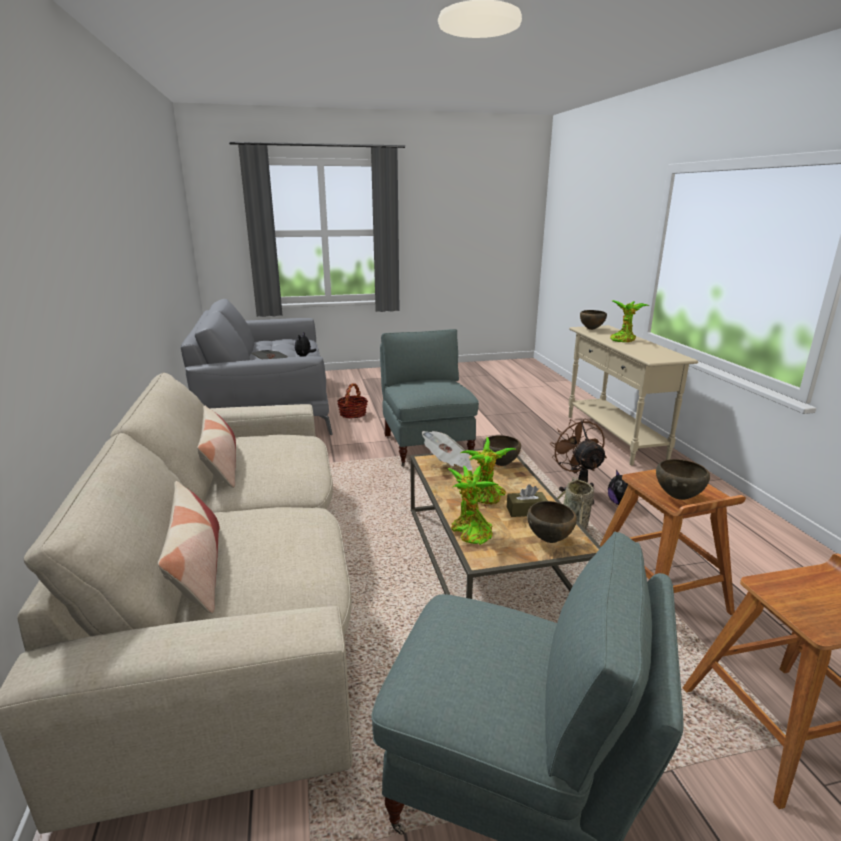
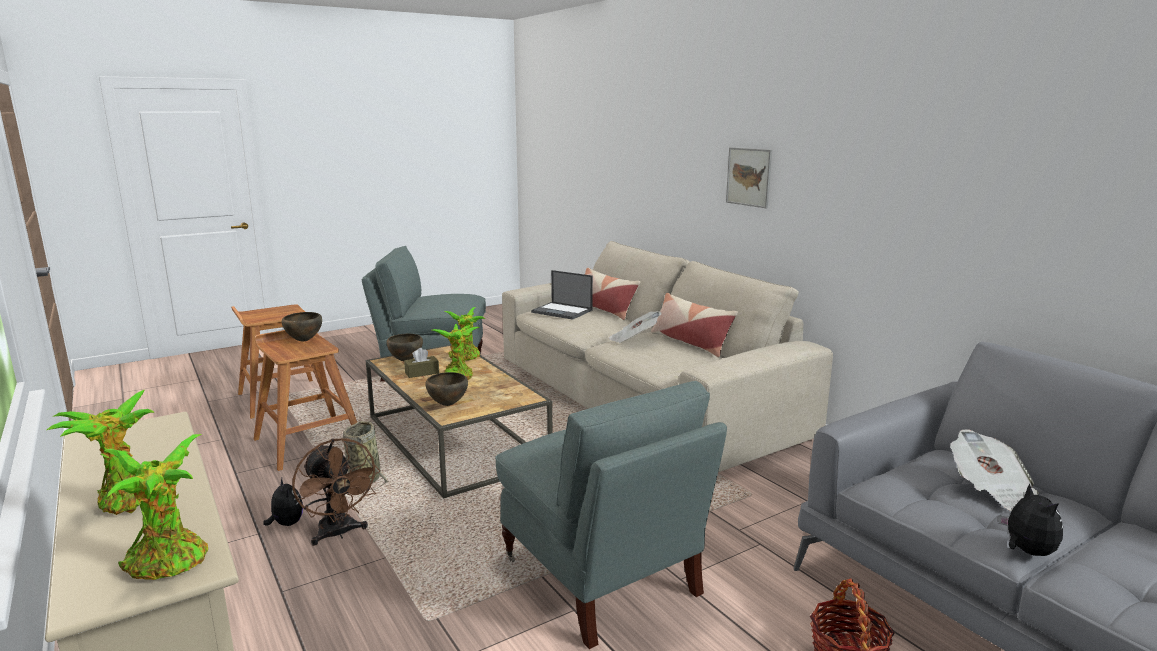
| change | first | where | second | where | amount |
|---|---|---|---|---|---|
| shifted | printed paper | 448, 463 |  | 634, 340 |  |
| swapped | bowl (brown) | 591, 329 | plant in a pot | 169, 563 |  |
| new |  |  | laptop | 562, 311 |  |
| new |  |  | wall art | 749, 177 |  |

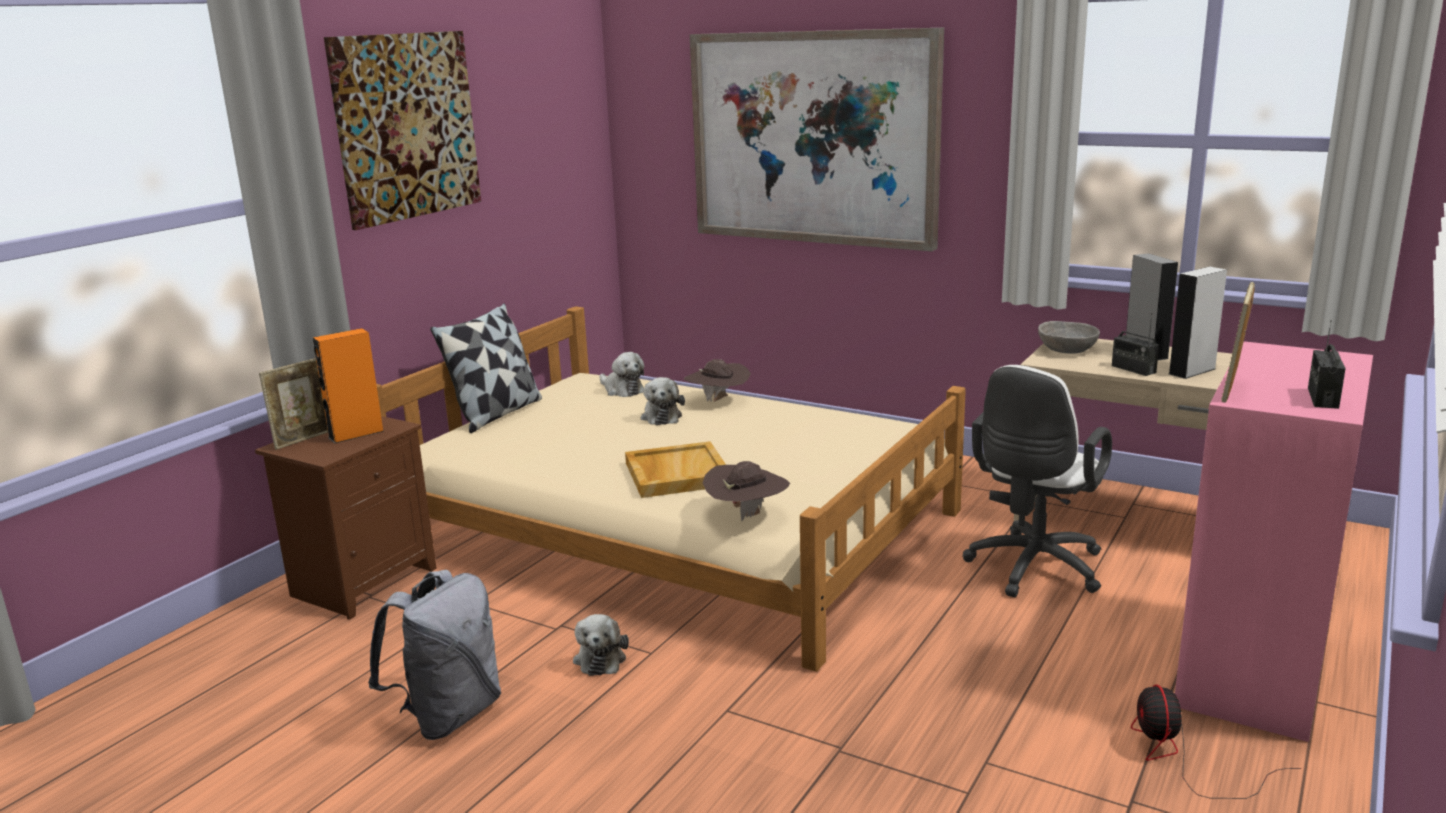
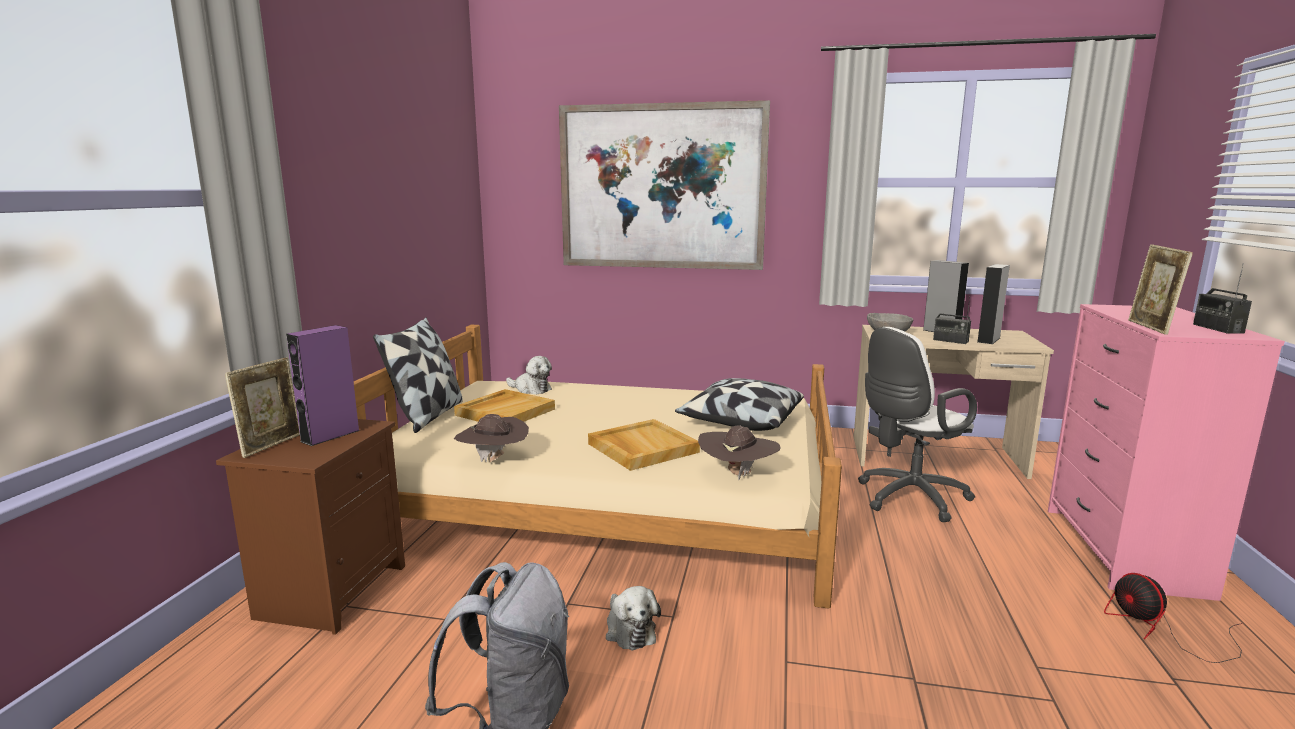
| change | first | where | second | where | amount |
|---|---|---|---|---|---|
| repainted | audio speaker (orange) | 356, 434 | audio speaker (purplish) | 330, 436 |  |
| gone | wall art | 406, 126 |  |  |  |
| gone | plush toy | 661, 416 |  |  |  |
| shifted | wearable hat (brown) | 718, 402 |  | 494, 461 |  |
| rotated | computer chair (white) | 1032, 570 |  | 907, 498 | 45 degrees clockwise |
| new |  |  | carrying tray (beige-coloured) | 505, 412 |  |
| new |  |  | cushion | 740, 422 |  |

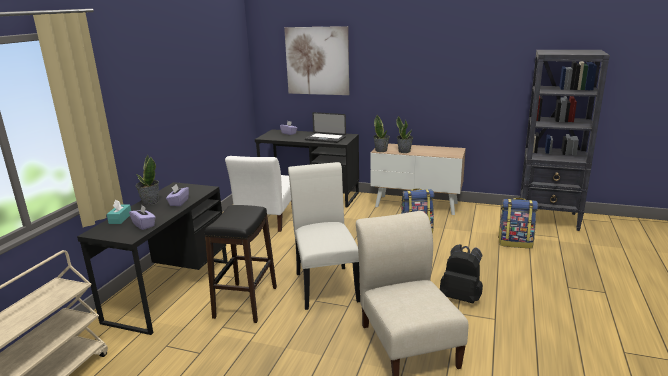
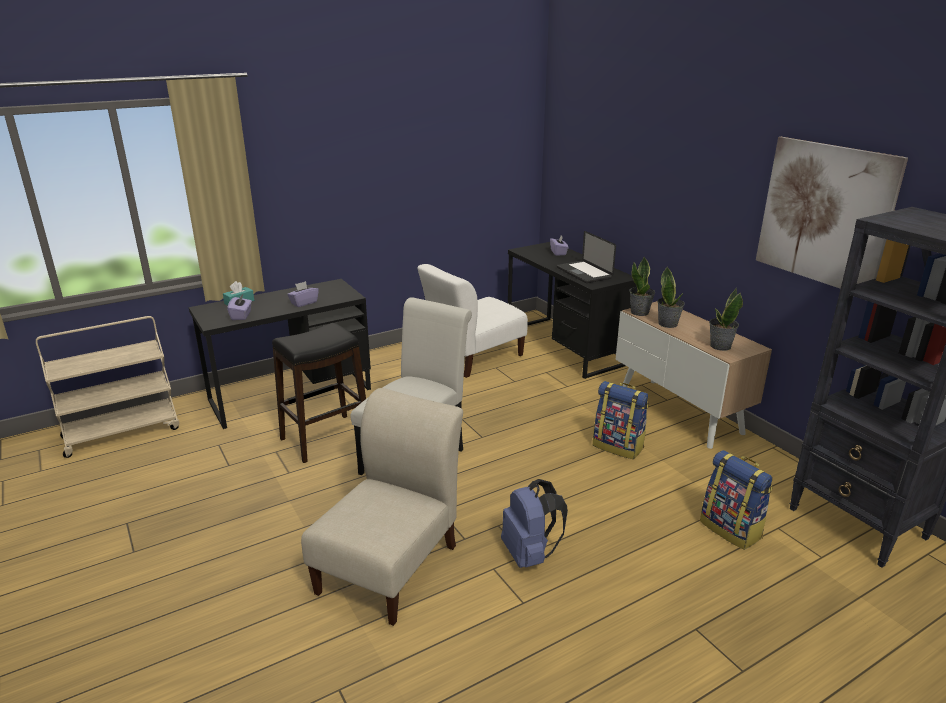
| change | first | where | second | where | amount |
|---|---|---|---|---|---|
| shifted | plant in a pot | 150, 202 |  | 720, 346 |  |
| shifted | wall art | 317, 61 |  | 824, 214 |  |
| repainted | rucksack (black) | 461, 297 | rucksack (bluish) | 530, 554 |  |

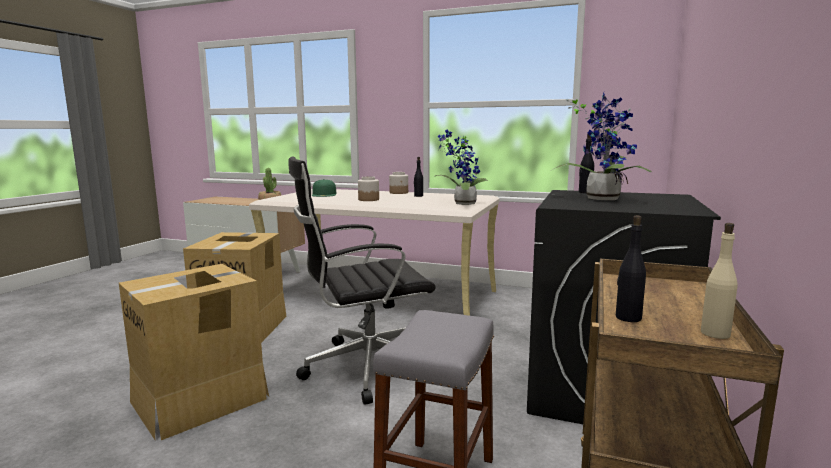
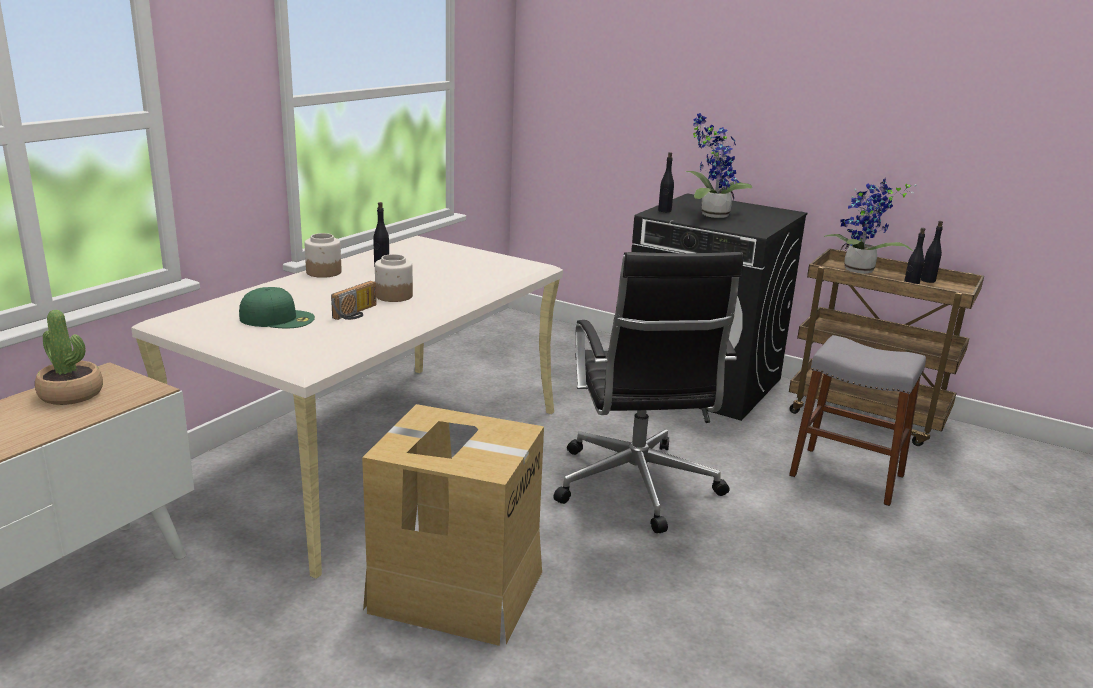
| change | first | where | second | where | amount |
|---|---|---|---|---|---|
| gone | packing box | 201, 399 |  |  |  |
| shifted | plant in a pot | 462, 204 |  | 859, 271 |  |
| repainted | drink bottle (beige-coloured) | 715, 333 | drink bottle (black) | 927, 280 |  |
| new |  |  | radio | 357, 313 |  |

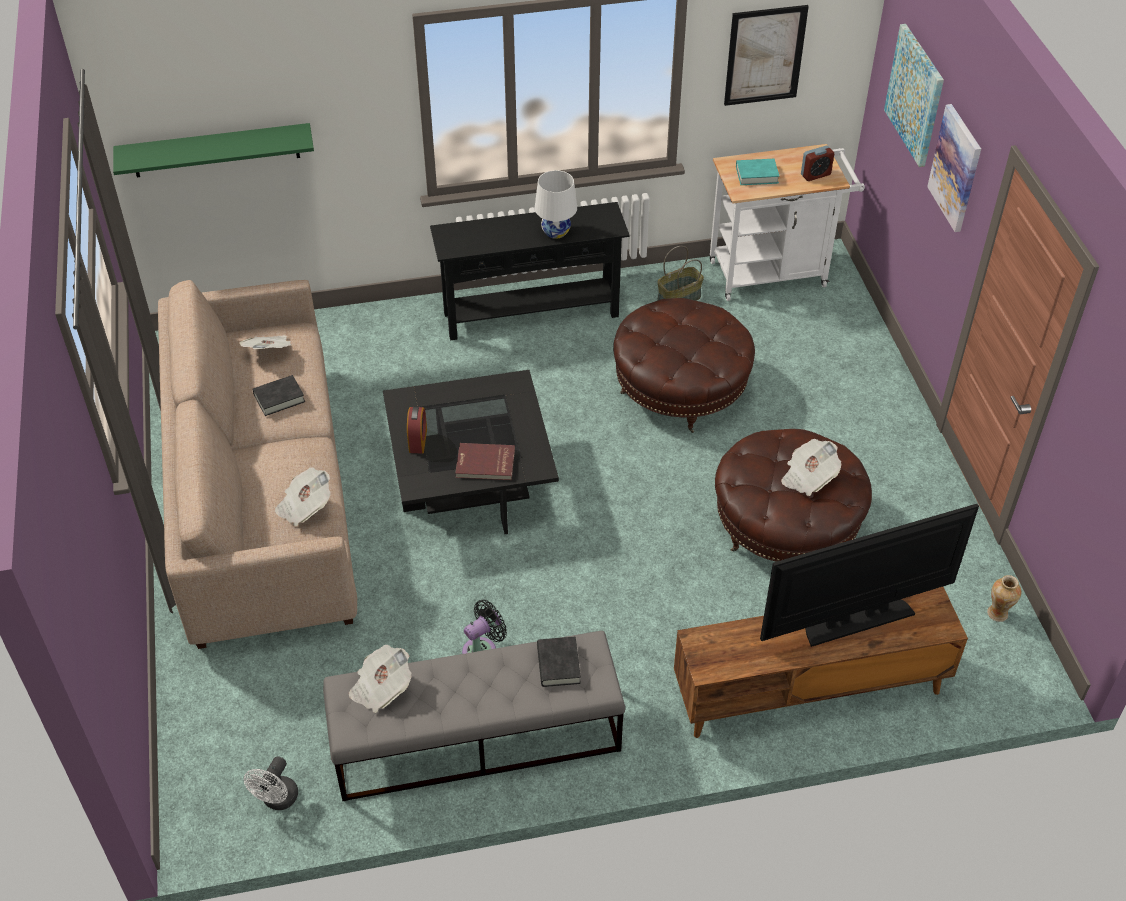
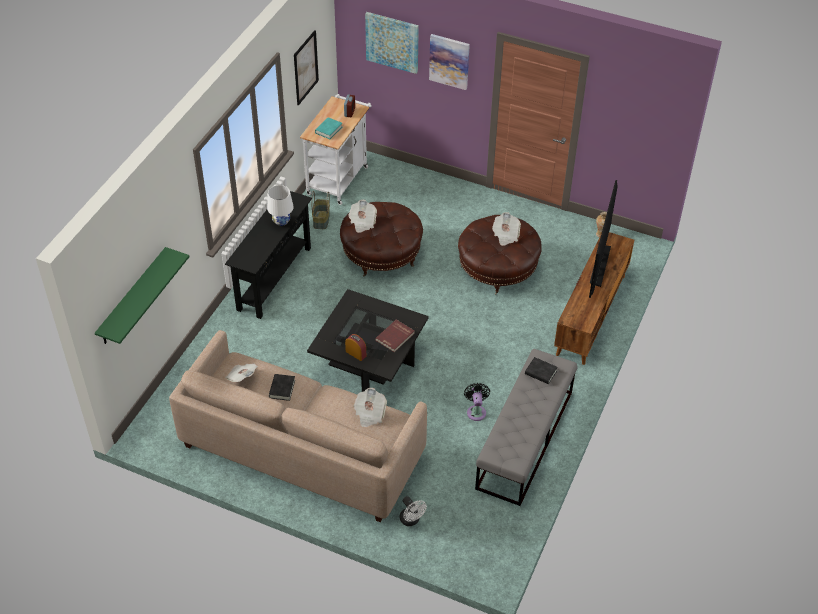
| change | first | where | second | where | amount |
|---|---|---|---|---|---|
| shifted | electric fan (white) | 277, 800 |  | 411, 520 |  |
| shifted | printed paper | 381, 688 |  | 362, 222 |  |

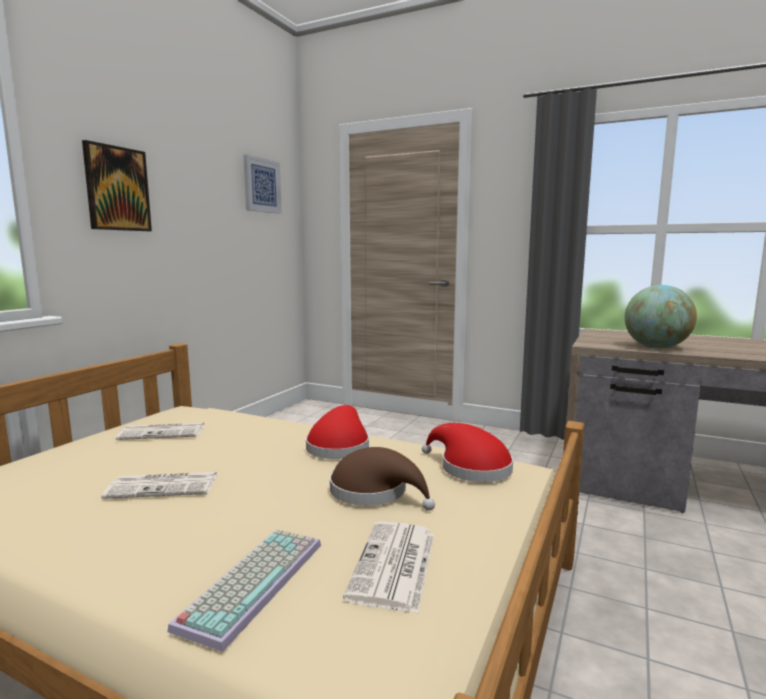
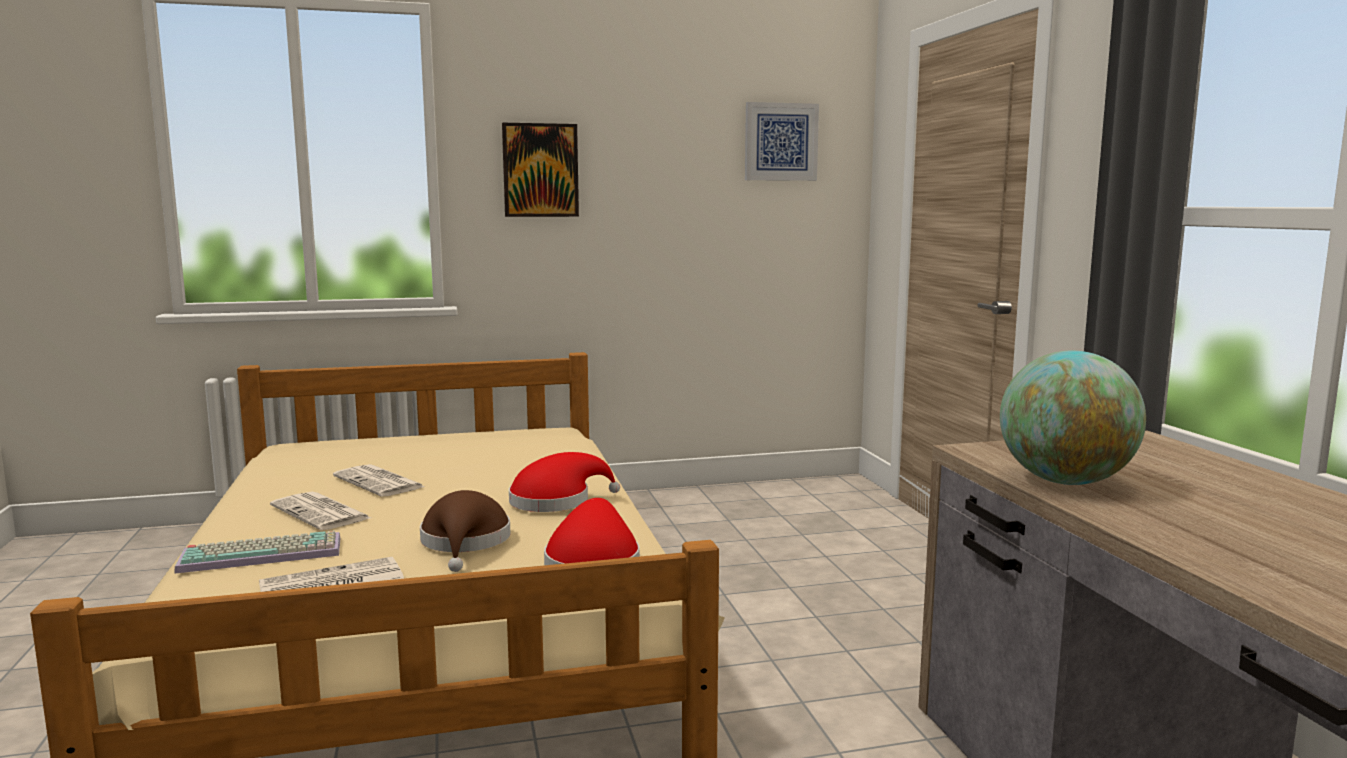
| change | first | where | second | where | amount |
|---|---|---|---|---|---|
| shifted | printed paper | 164, 432 |  | 322, 513 |  |

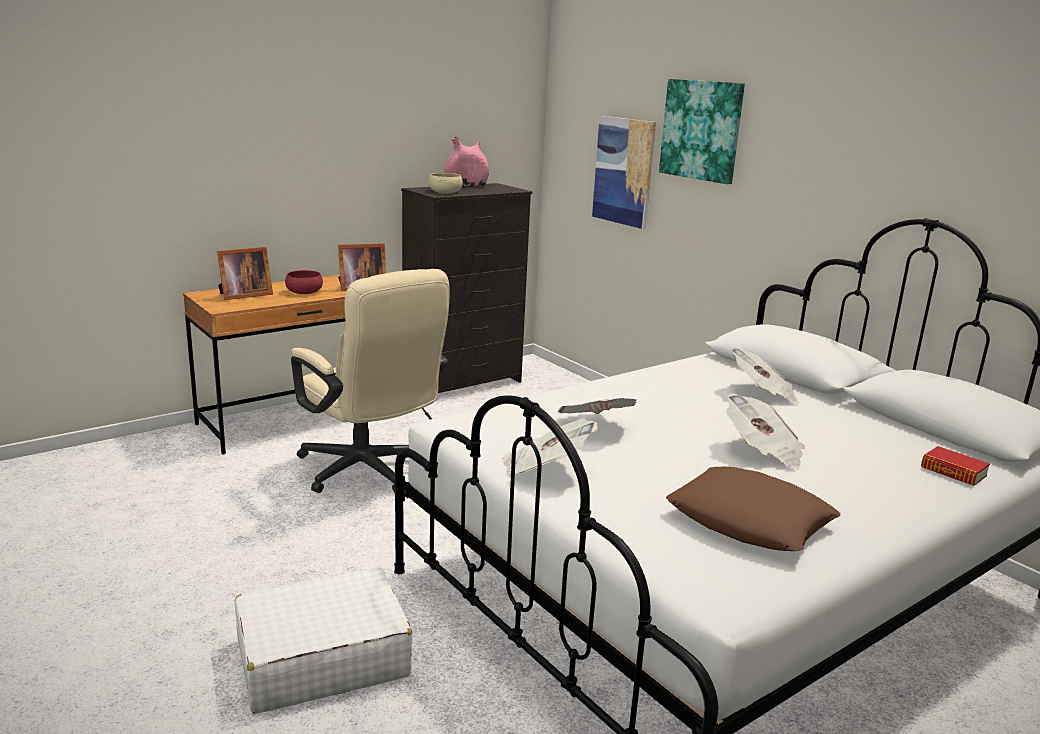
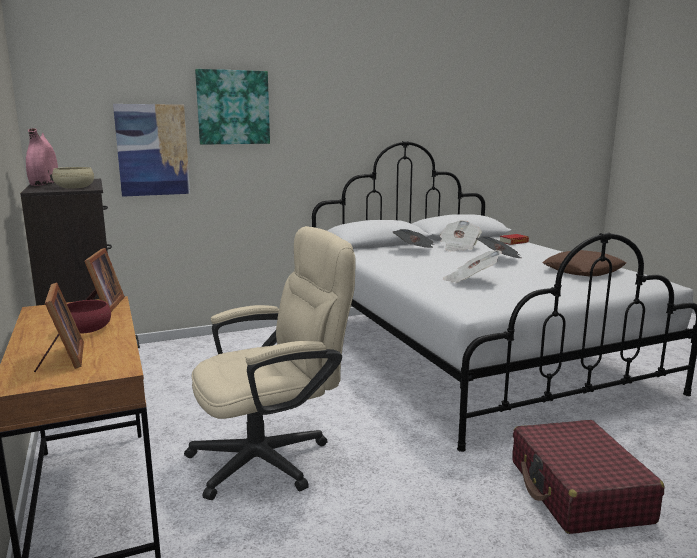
| change | first | where | second | where | amount |
|---|---|---|---|---|---|
| repainted | travel case (white) | 322, 658 | travel case (red-coloured) | 578, 491 |  |
| shifted | printed paper | 545, 469 |  | 458, 247 |  |

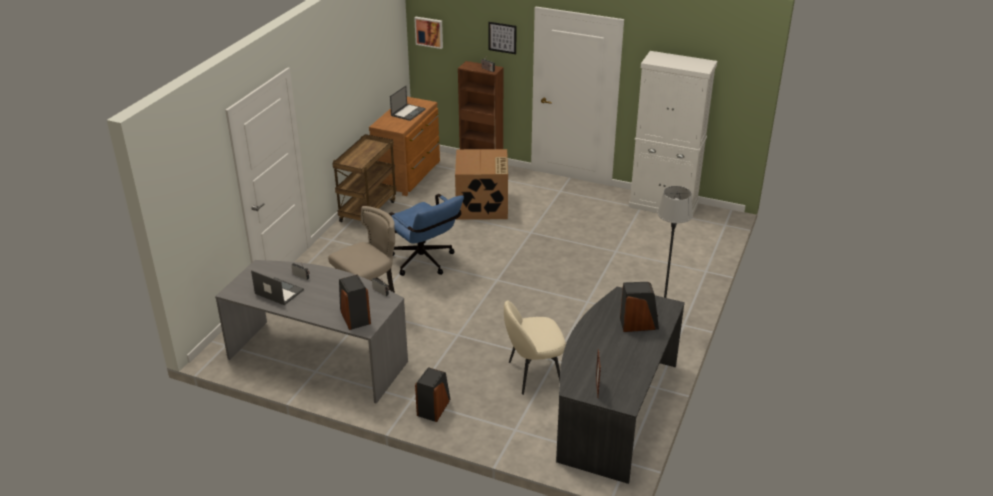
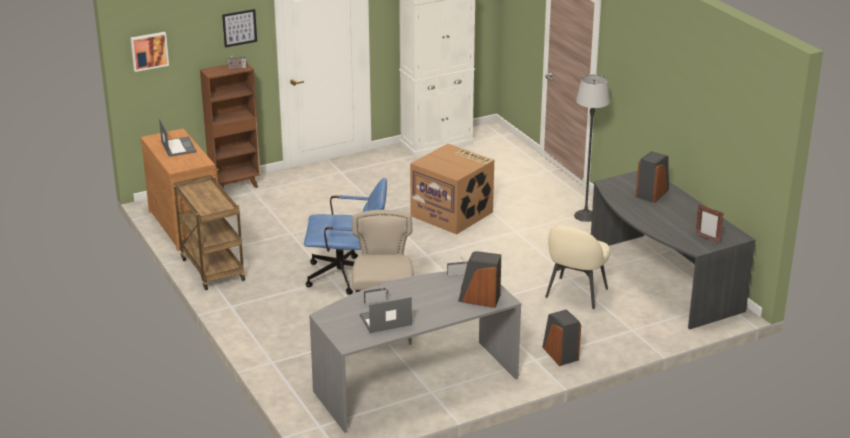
| change | first | where | second | where | amount |
|---|---|---|---|---|---|
| shifted | packing box | 482, 206 |  | 453, 214 |  |

